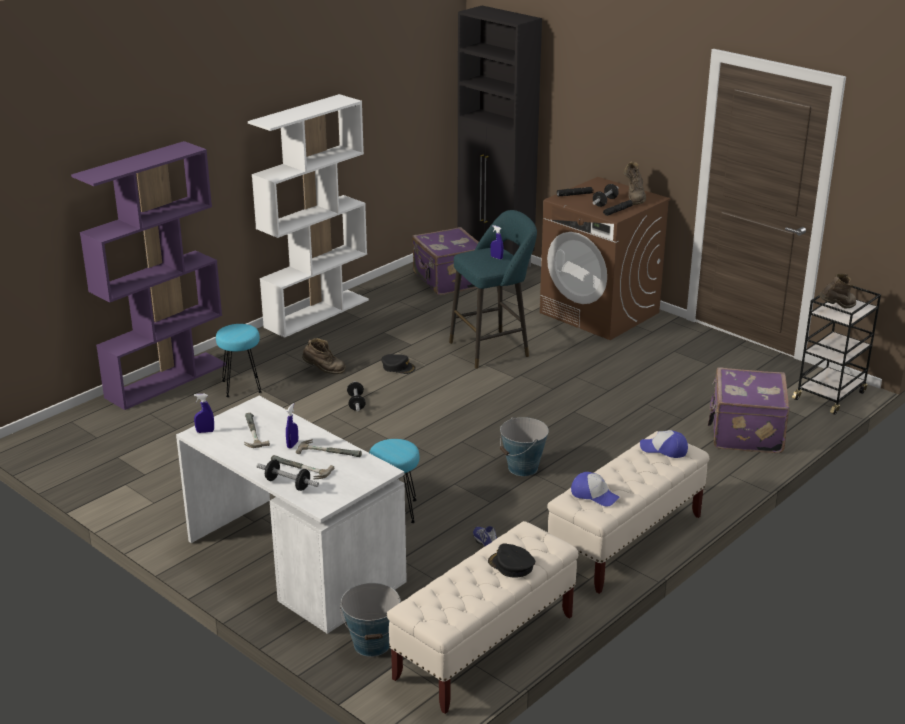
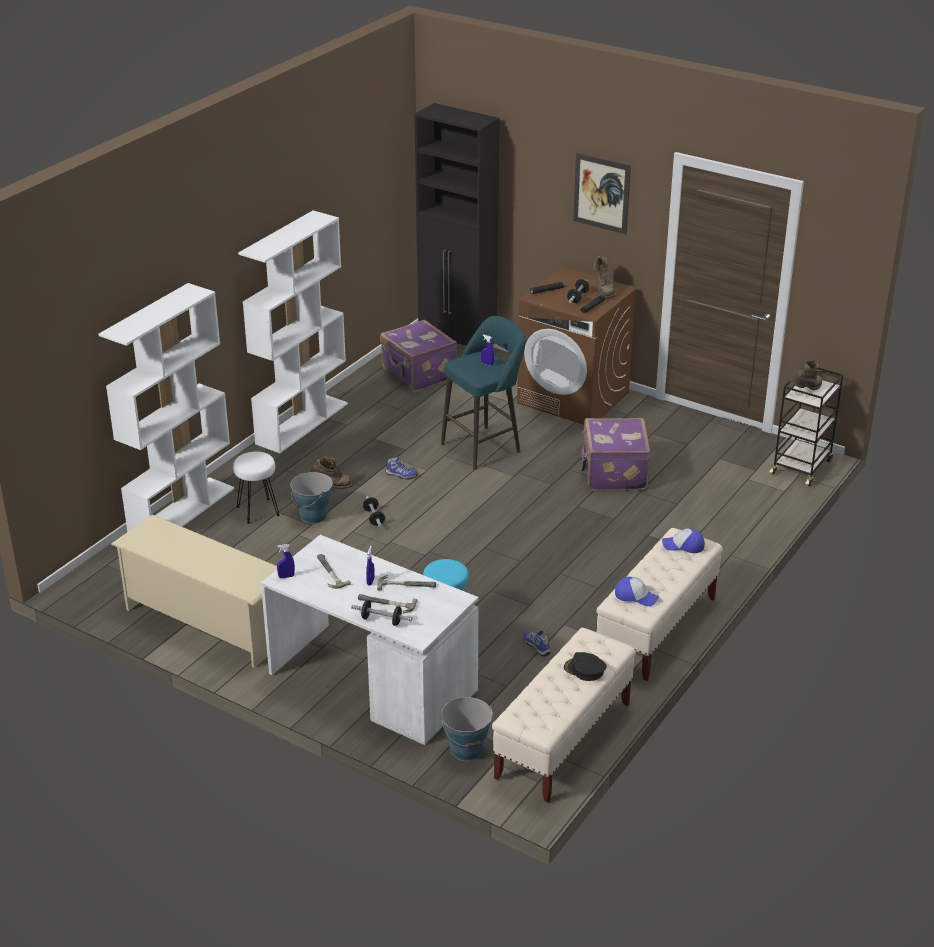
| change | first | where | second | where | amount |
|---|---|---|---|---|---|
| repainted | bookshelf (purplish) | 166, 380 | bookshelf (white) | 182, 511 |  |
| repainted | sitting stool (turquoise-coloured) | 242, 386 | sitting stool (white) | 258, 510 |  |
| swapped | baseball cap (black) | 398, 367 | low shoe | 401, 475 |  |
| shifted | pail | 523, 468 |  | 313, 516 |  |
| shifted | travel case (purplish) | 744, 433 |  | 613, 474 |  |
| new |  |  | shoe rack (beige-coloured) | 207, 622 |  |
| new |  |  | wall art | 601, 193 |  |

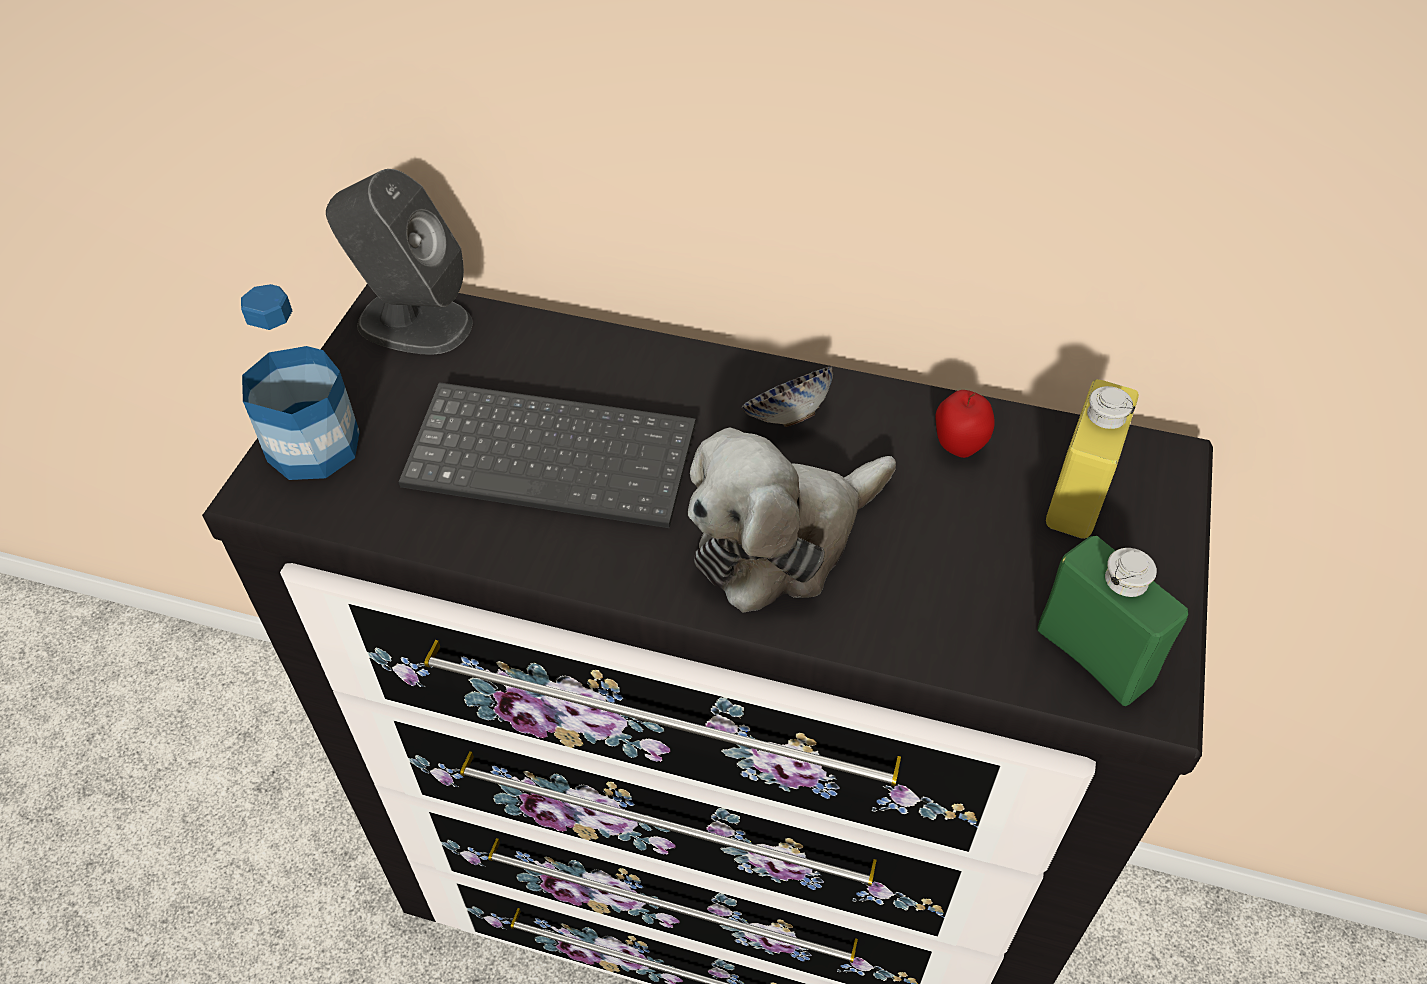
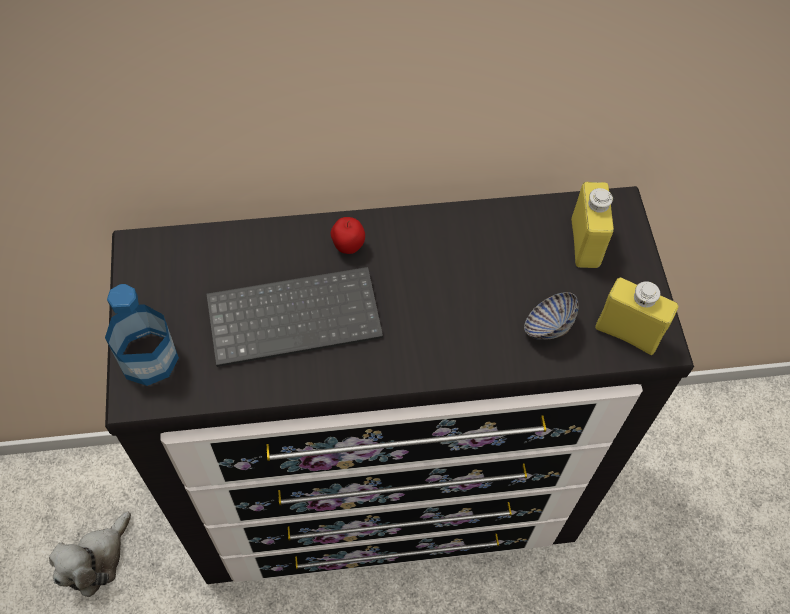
| change | first | where | second | where | amount |
|---|---|---|---|---|---|
| gone | audio speaker (greyish) | 413, 323 |  |  |  |
| shifted | plush toy | 782, 541 |  | 96, 560 |  |
| shifted | bowl | 786, 417 |  | 548, 327 |  |
| shifted | apple fruit | 958, 447 |  | 348, 247 |  |
| repainted | drink bottle (green-coloured) | 1093, 656 | drink bottle (yellowish) | 627, 333 |  |

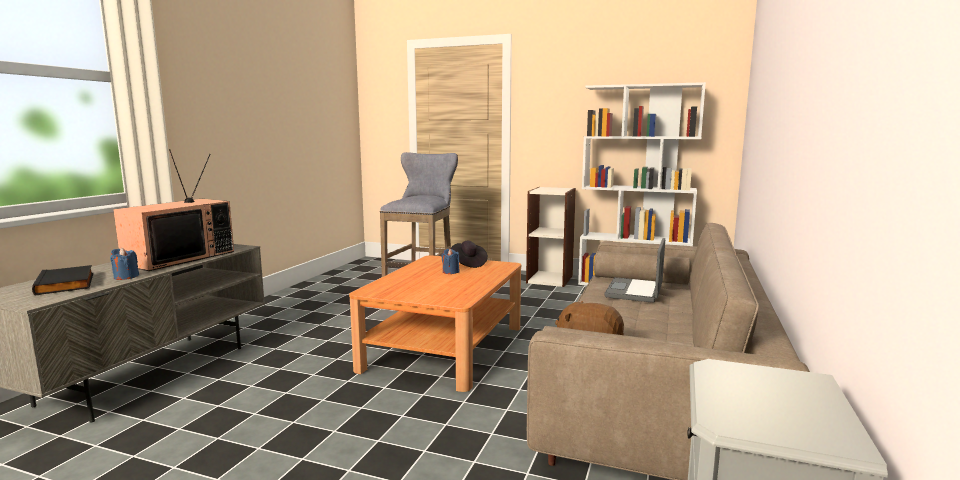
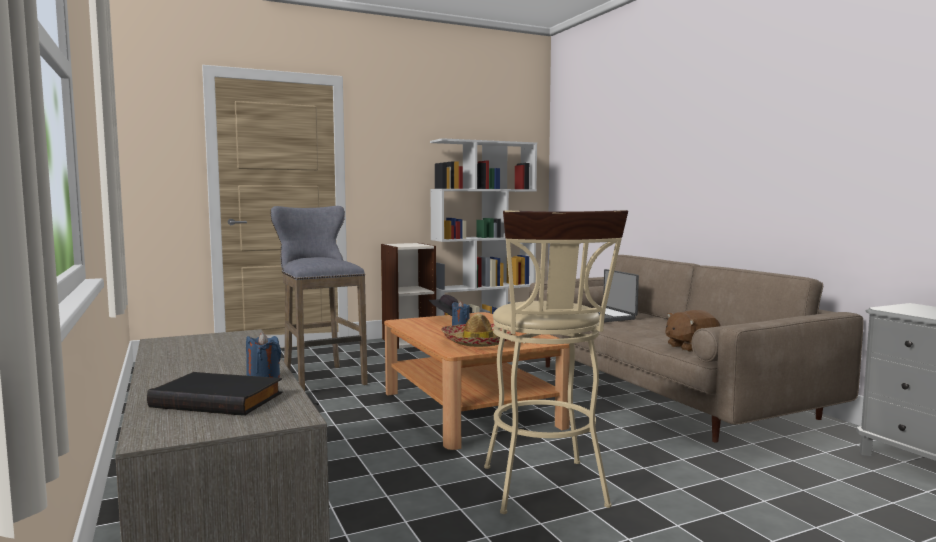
| change | first | where | second | where | amount |
|---|---|---|---|---|---|
| gone | television | 180, 258 |  |  |  |
| new |  |  | wearable hat | 478, 342 |  |
| new |  |  | sitting stool (beige-coloured) | 546, 491 |  |

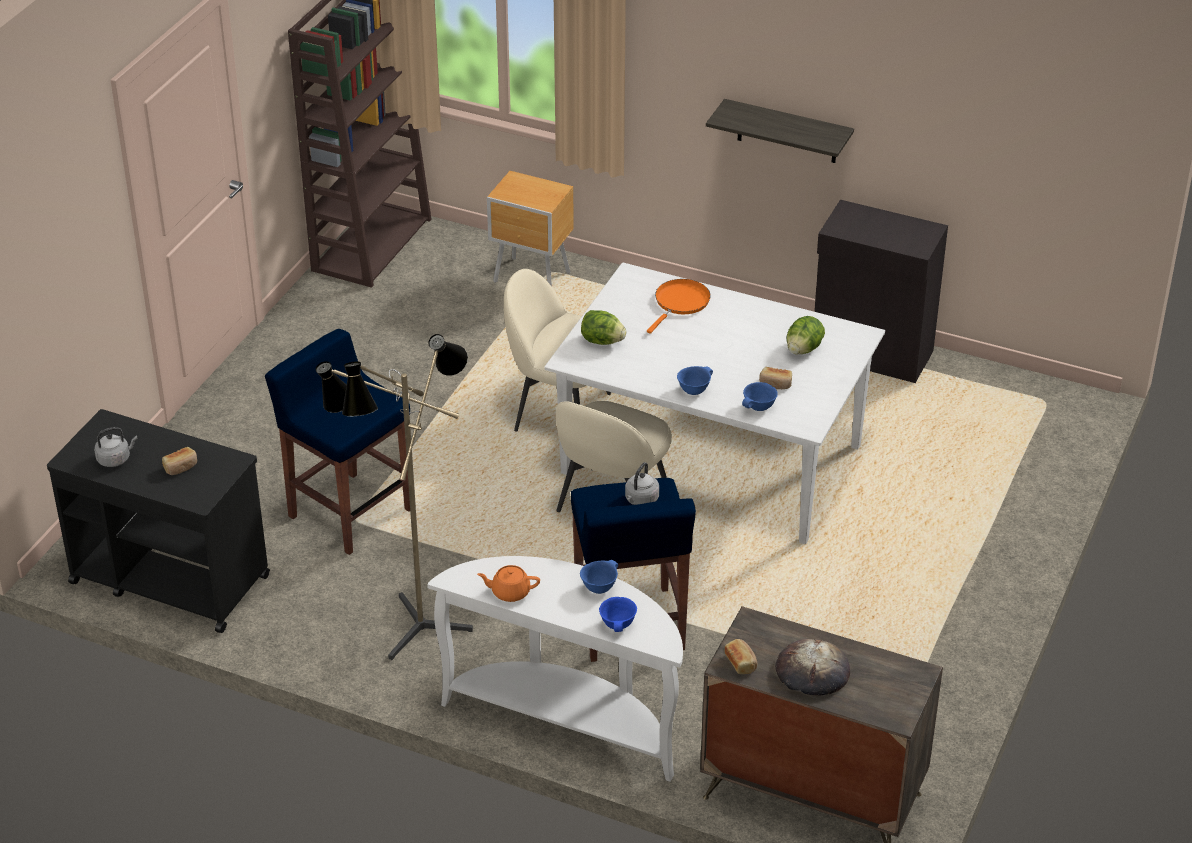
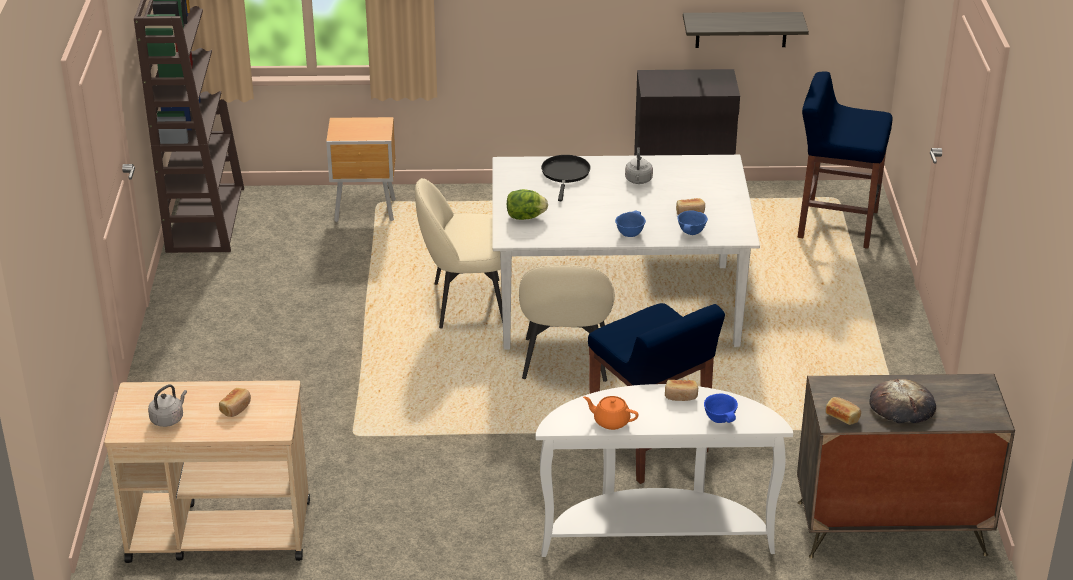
| change | first | where | second | where | amount |
|---|---|---|---|---|---|
| repainted | cart (black) | 168, 578 | cart (beige-coloured) | 218, 531 |  |
| shifted | sitting stool (bluish) | 349, 512 |  | 836, 224 |  |
| gone | standard lamp | 411, 625 |  |  |  |
| rotated | tea pot (orange) | 510, 592 |  | 611, 421 | 45 degrees clockwise |
| swapped | bowl (bluish) | 599, 587 | bakery bread | 681, 396 |  |
| shifted | tea kettle (greyish) | 640, 500 |  | 638, 180 |  |
| repainted | skillet (orange) | 680, 303 | skillet (black) | 565, 174 |  |
| shifted | wall shelf | 787, 132 |  | 741, 29 |  |
| gone | lettuce | 803, 349 |  |  |  |

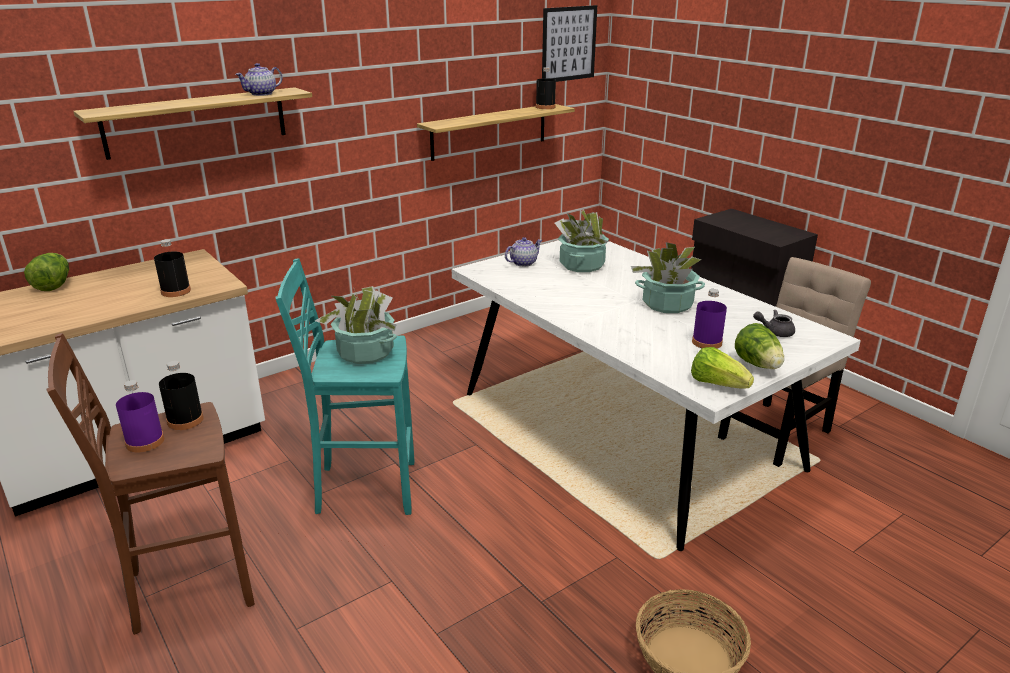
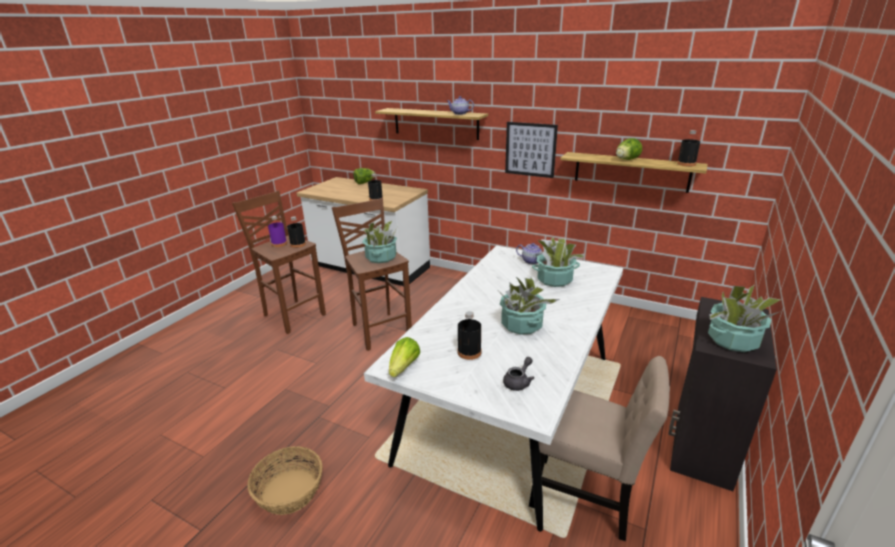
| change | first | where | second | where | amount |
|---|---|---|---|---|---|
| repainted | sitting stool (turquoise-coloured) | 363, 488 | sitting stool (brown) | 380, 330 |  |
| shifted | wall art | 569, 44 |  | 530, 149 |  |
| repainted | drink bottle (purplish) | 707, 342 | drink bottle (black) | 469, 352 |  |
| shifted | lettuce | 758, 365 |  | 626, 160 |  |
| rotated | tea pot (greyish) | 774, 332 |  | 518, 382 | 60 degrees clockwise |
| new |  |  | plant in a pot | 733, 340 |  |

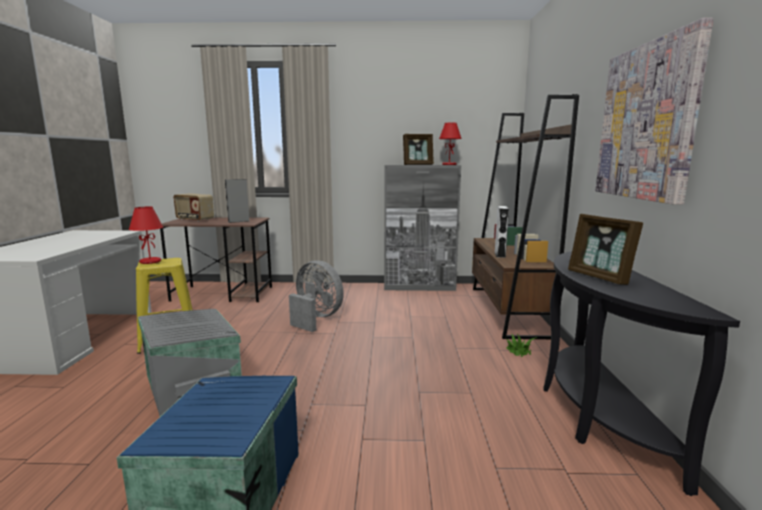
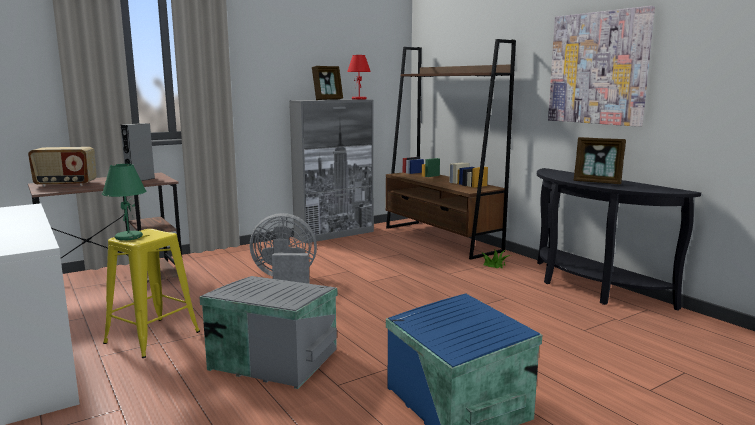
| change | first | where | second | where | amount |
|---|---|---|---|---|---|
| repainted | tabletop lamp (red-coloured) | 150, 261 | tabletop lamp (green-coloured) | 128, 237 |  |
| gone | audio speaker (white) | 500, 254 |  |  |  |

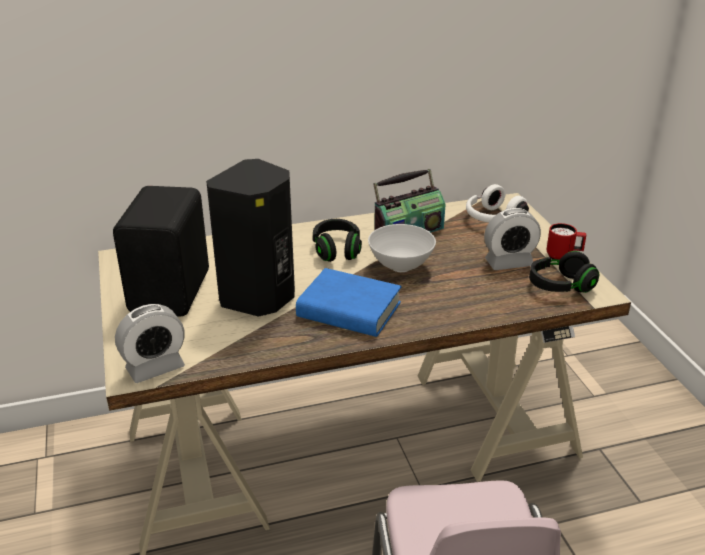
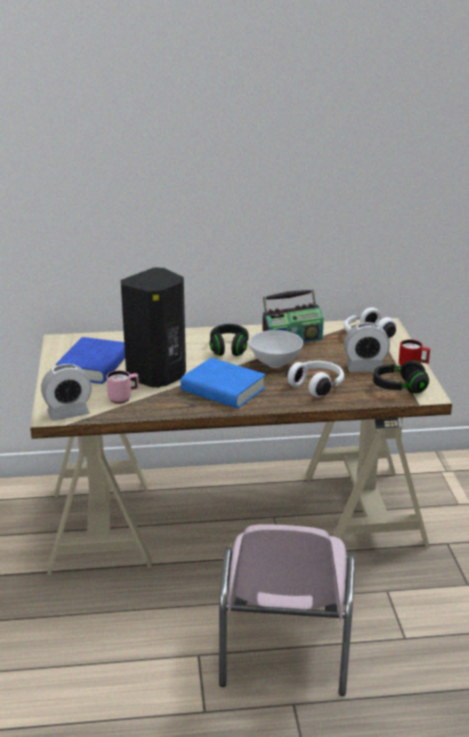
| change | first | where | second | where | amount |
|---|---|---|---|---|---|
| swapped | audio speaker (black) | 173, 292 | volume (bluish) | 93, 366 |  |
| new |  |  | coffee mug (pinkish) | 123, 398 |  |
| new |  |  | headset (white) | 317, 386 |  |

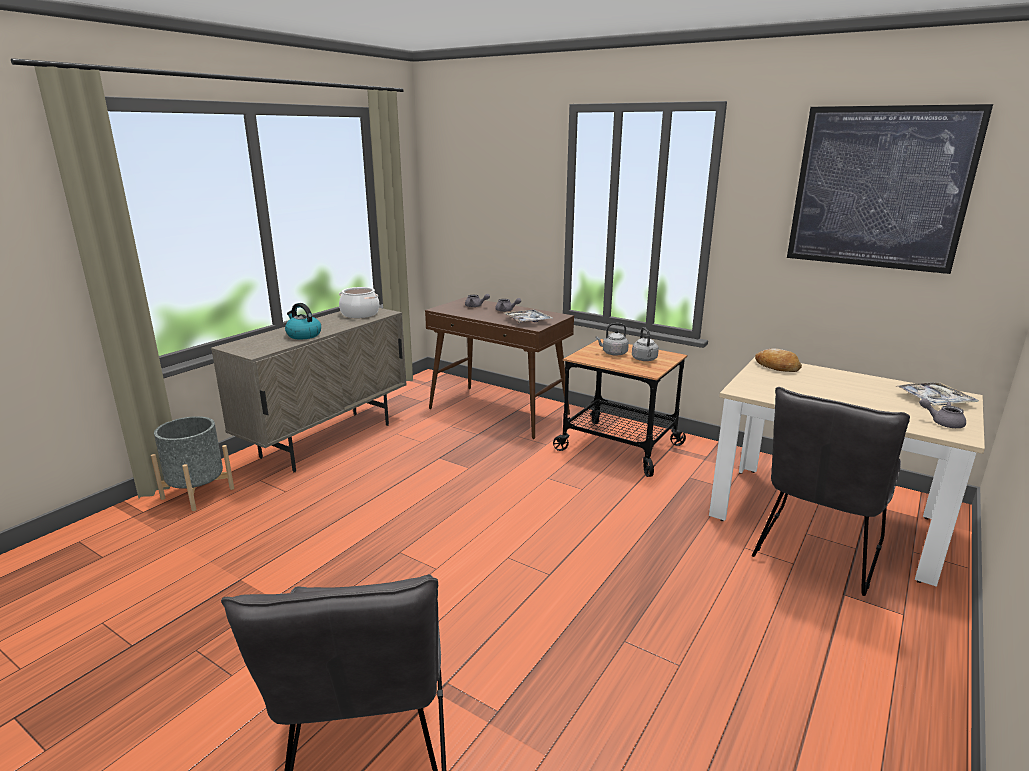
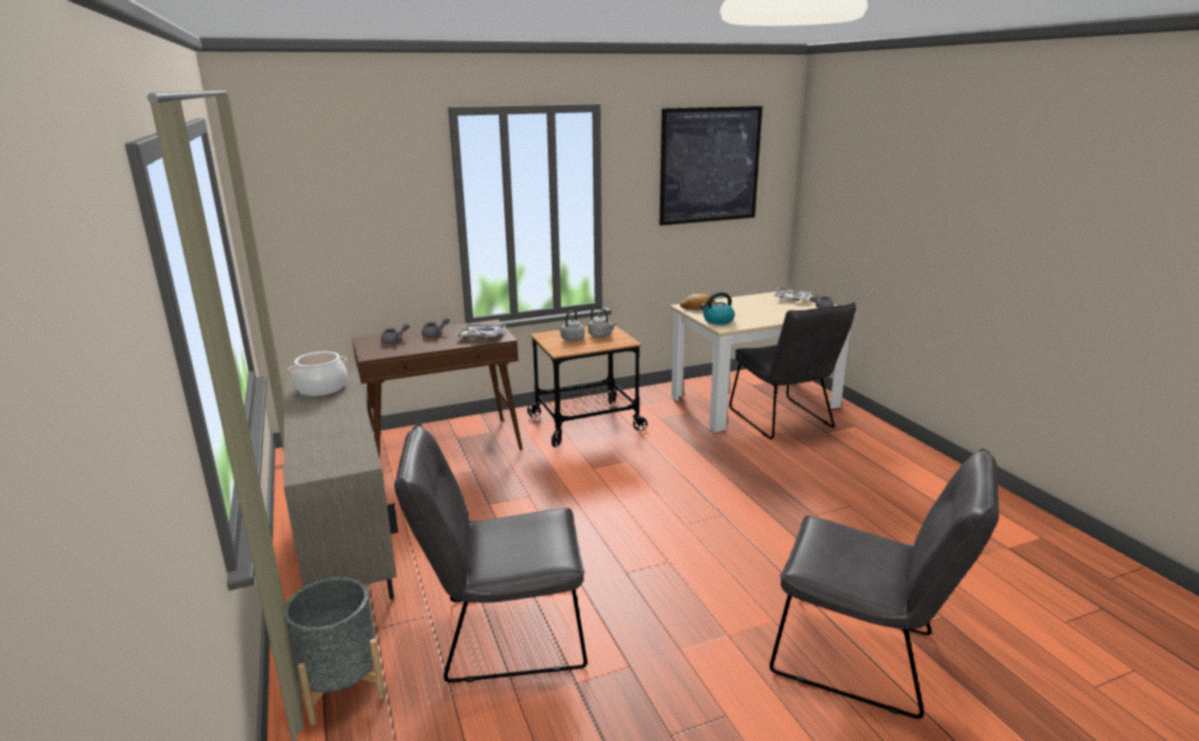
| change | first | where | second | where | amount |
|---|---|---|---|---|---|
| shifted | tea kettle | 303, 335 |  | 717, 321 |  |
| new |  |  | chair (greyish) | 502, 634 |  |

